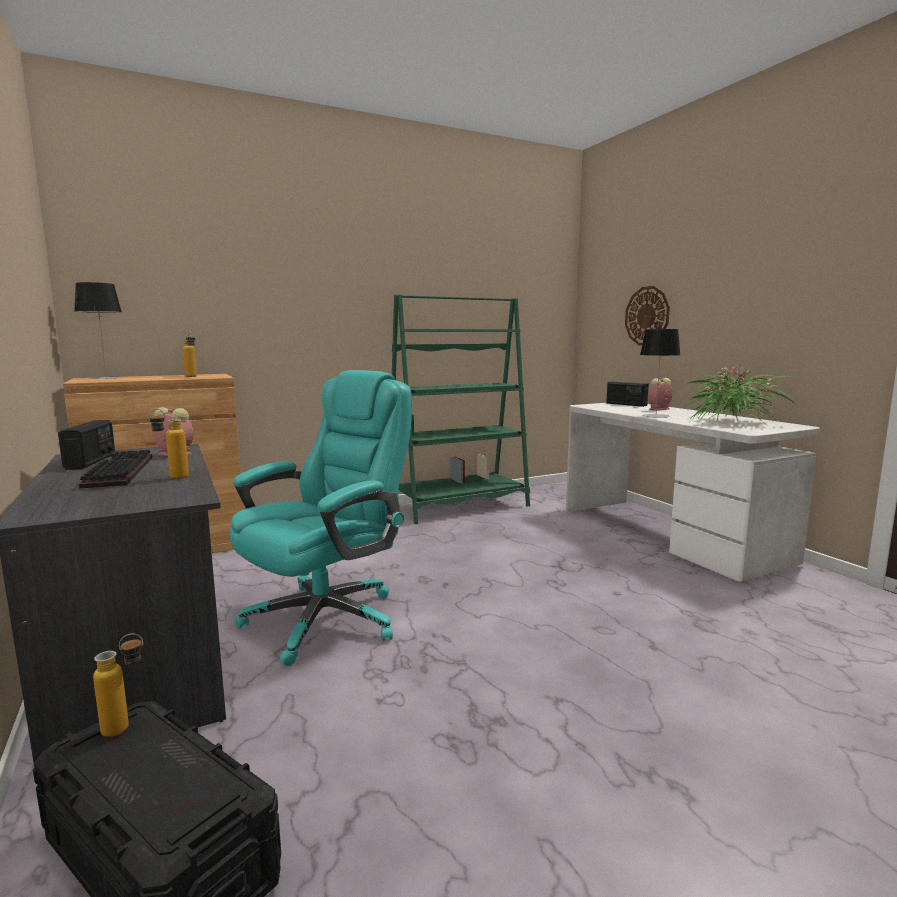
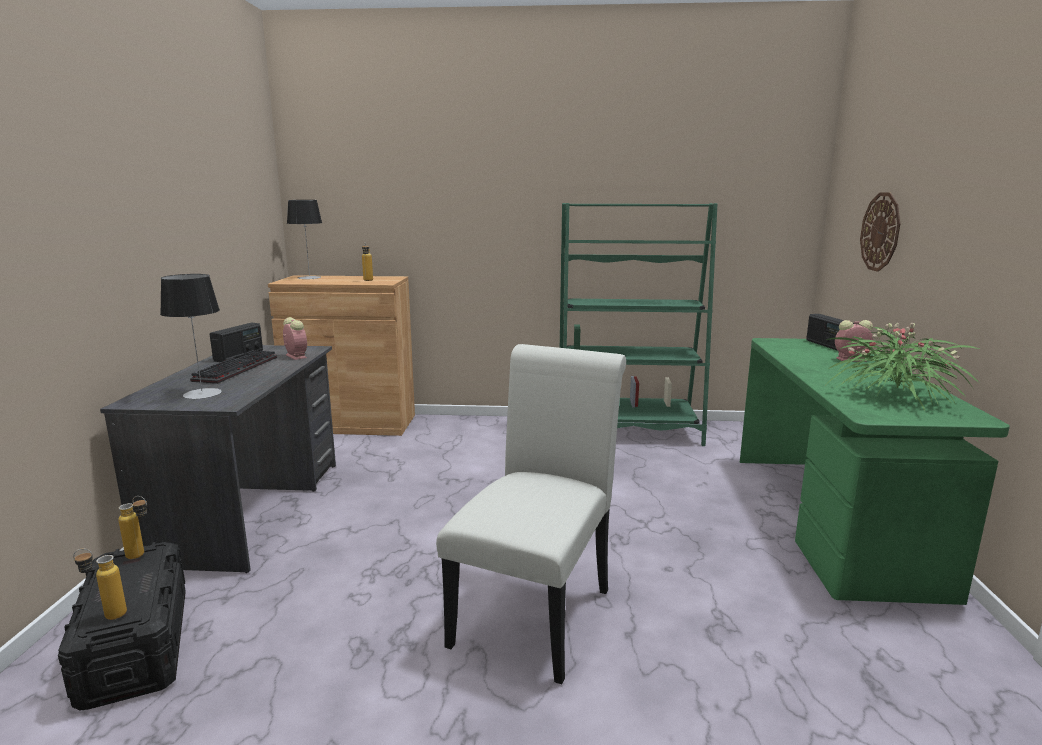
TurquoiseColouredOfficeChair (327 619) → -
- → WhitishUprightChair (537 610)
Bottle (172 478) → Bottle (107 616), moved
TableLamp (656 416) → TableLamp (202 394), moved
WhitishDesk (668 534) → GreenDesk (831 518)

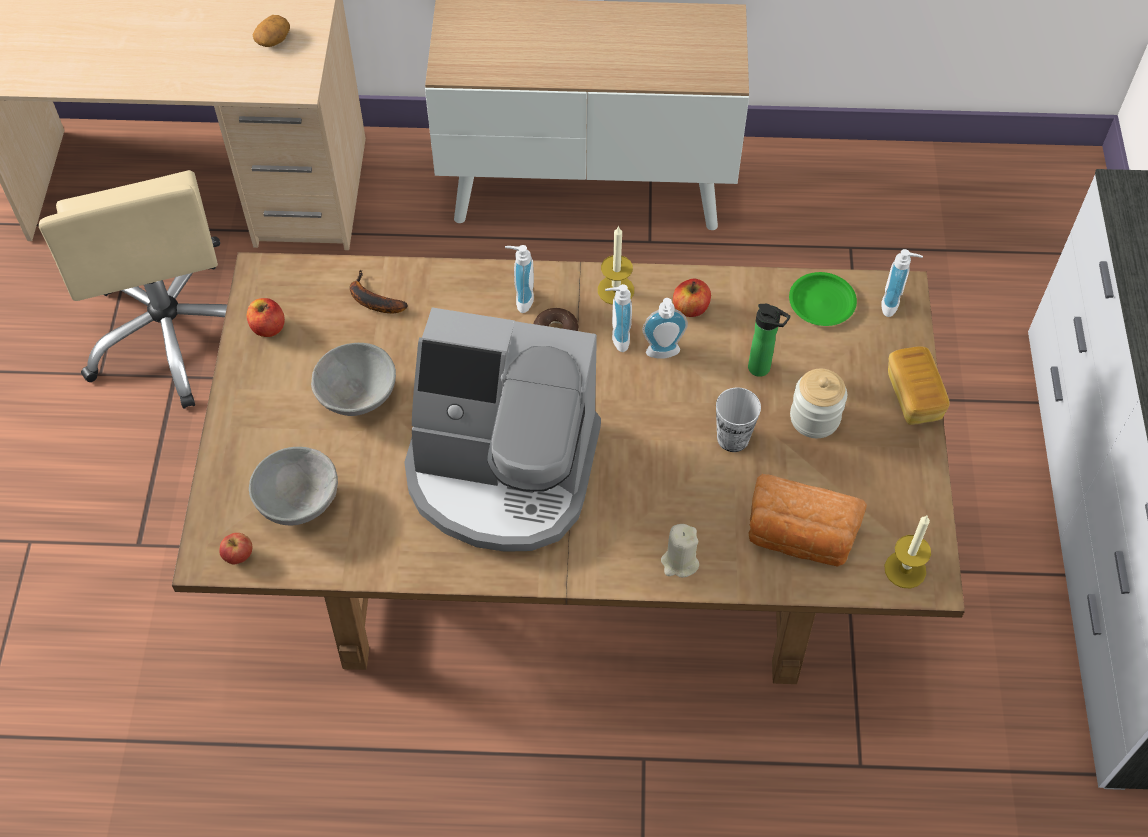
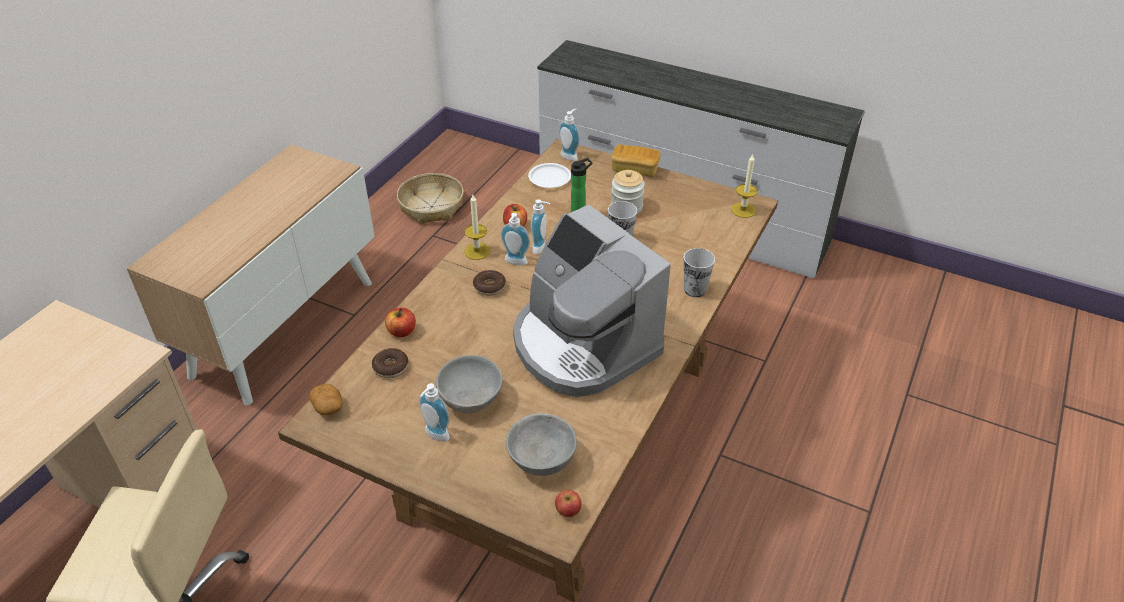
BakedBread (799 537) → -
- → StorageBasket (432 206)
WholeApple (268 327) → WholeApple (402 331), moved
WholePotato (273 40) → WholePotato (328 407), moved
SoapDispenser (521 299) → SoapDispenser (435 436), moved
Banana (372 300) → RingDoughnut (390 367)
BeigeCandle (679 562) → DrinkingCup (695 289)
GreenPlate (822 303) → WhitishPlate (550 178)
CoffeeMaker (502 472) → CoffeeMaker (583 345), 105 degrees clockwise

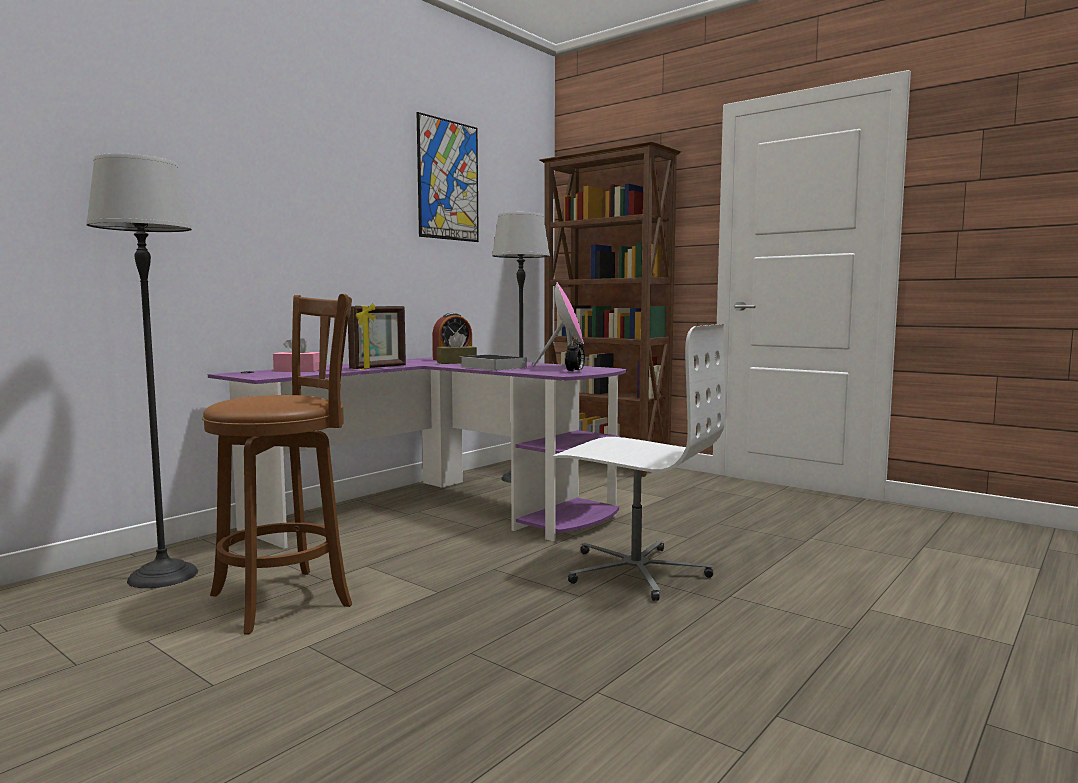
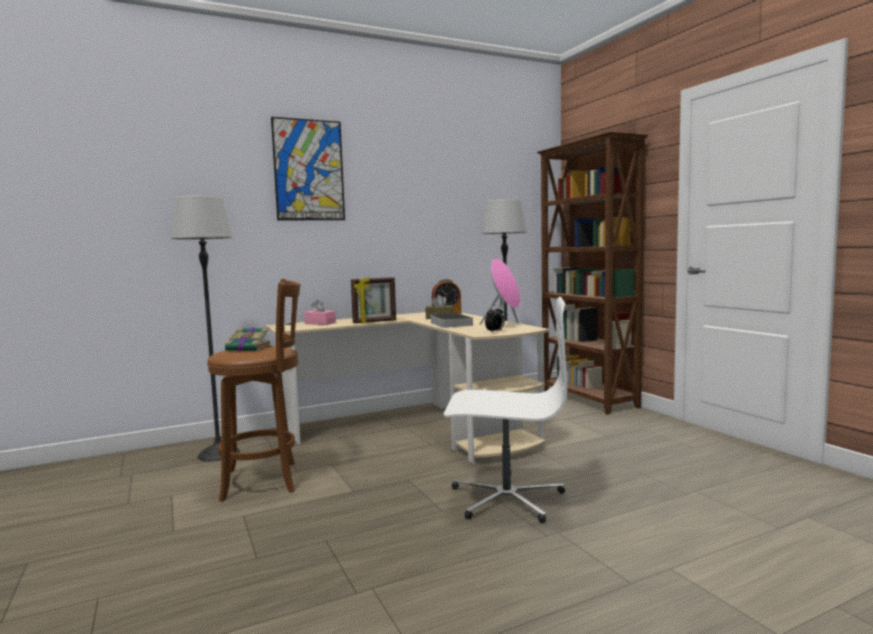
- → BoundBook (249 348)
WallArt (448 180) → WallArt (309 170), moved
PurplishDesk (440 511) → BeigeDesk (420 428)
WhitishOfficeChair (635 571) → WhitishOfficeChair (506 497), 45 degrees counterclockwise

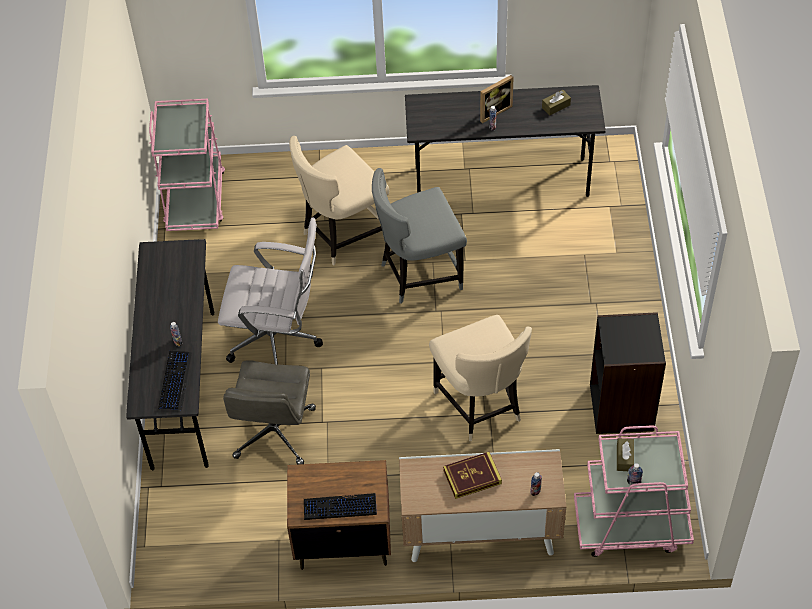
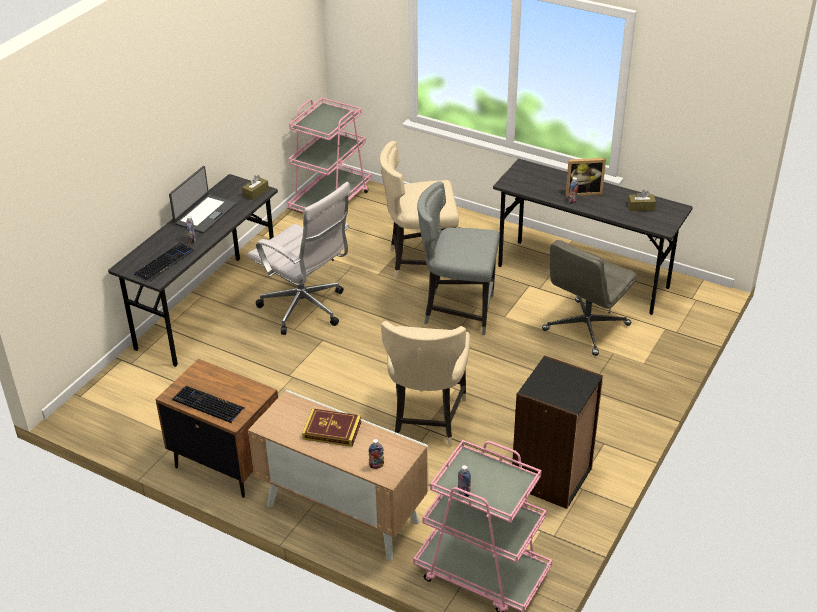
- → PortableComputer (204 214)
GrayOfficeChair (274 434) → GrayOfficeChair (585 328), moved
BrownColouredTissueBox (624 458) → BrownColouredTissueBox (256 193), moved

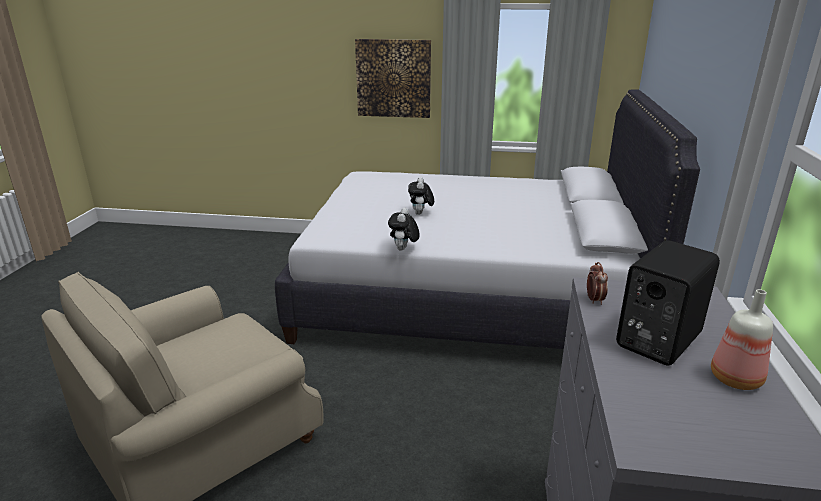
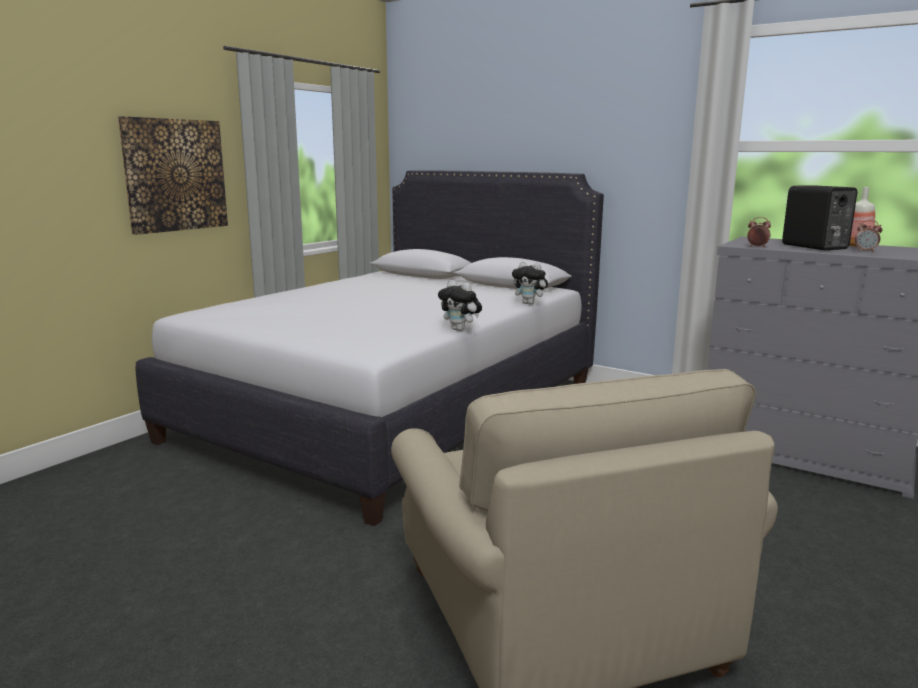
- → BedsideClock (865 251)
CuddlyToy (420 214) → CuddlyToy (530 303), moved

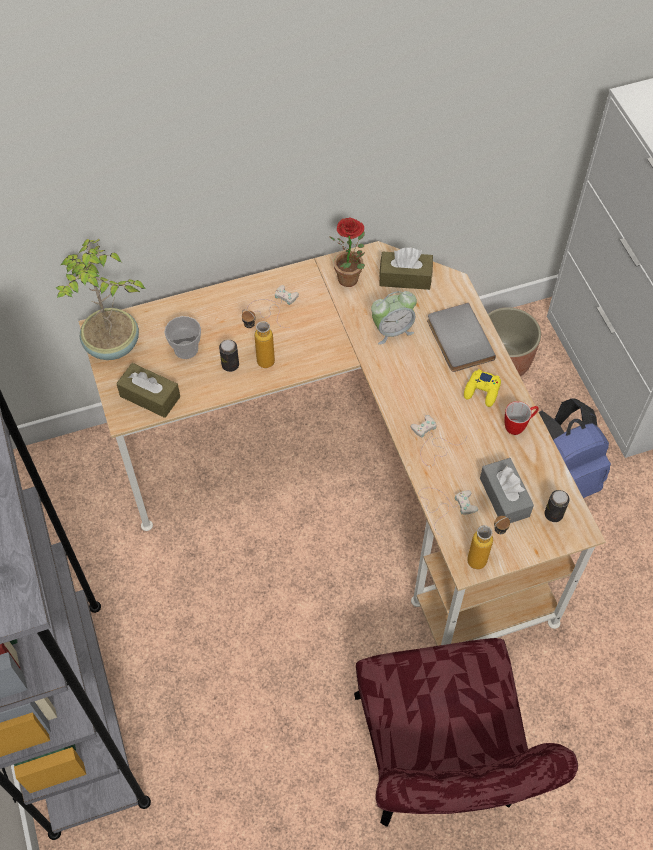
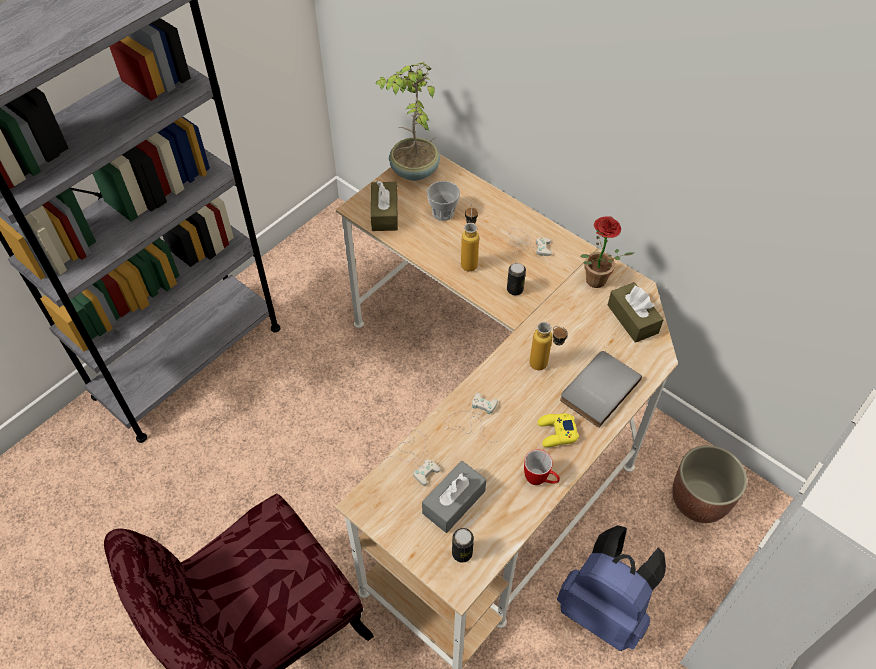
BedsideClock (392 330) → -
MetalCan (230 365) → MetalCan (515 289), moved
Bottle (484 557) → Bottle (545 367), moved

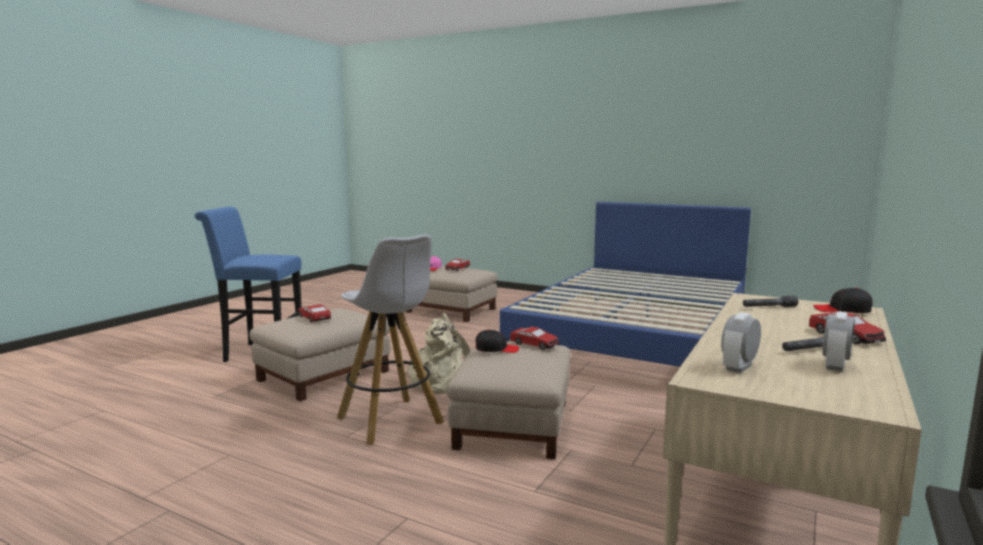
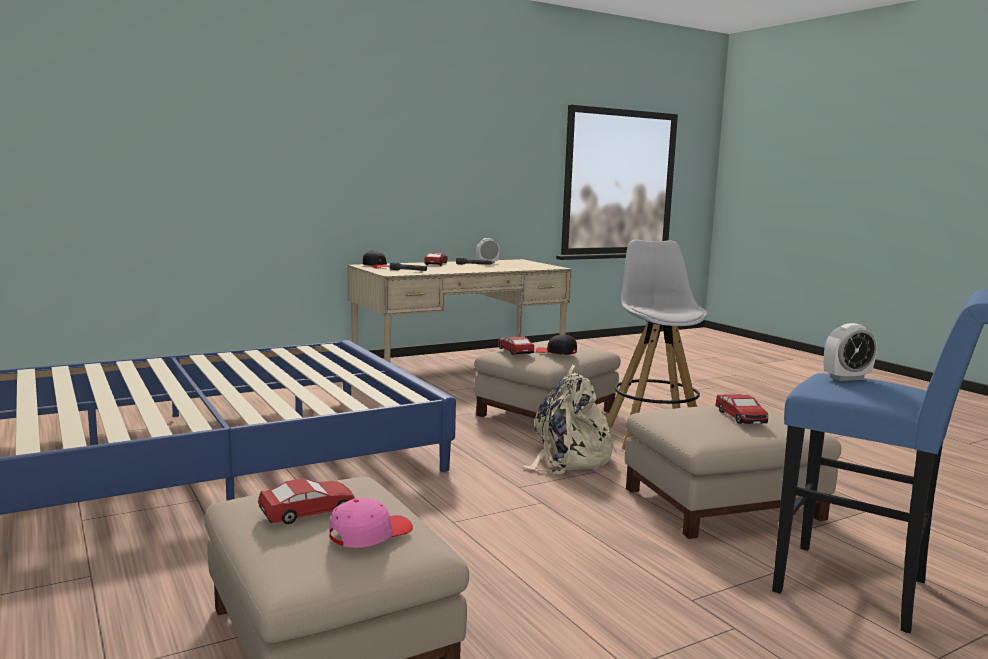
BedsideClock (739 367) → BedsideClock (846 378), moved

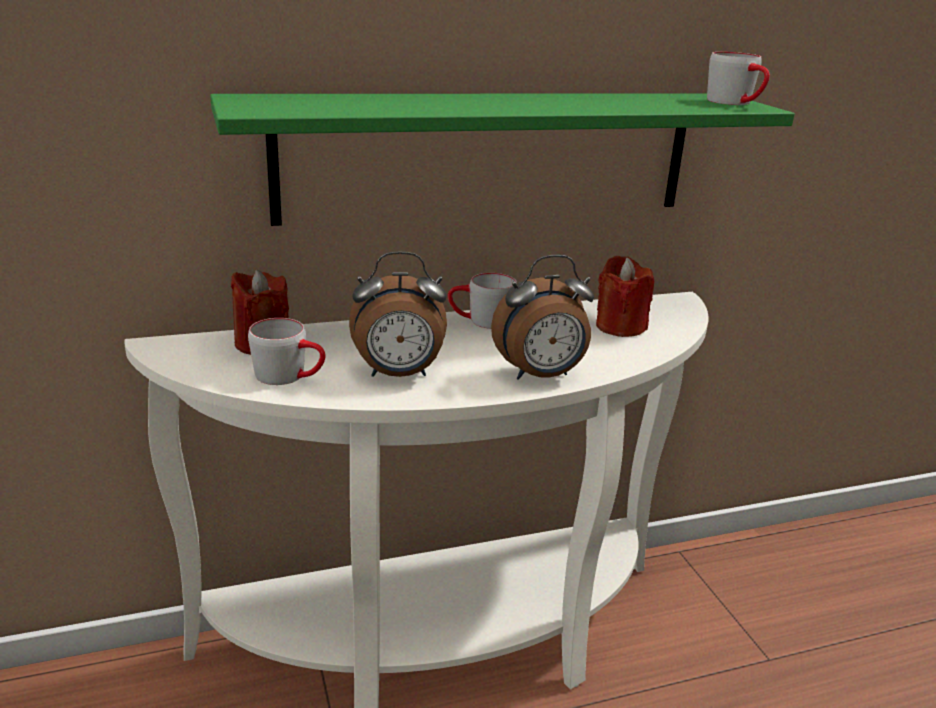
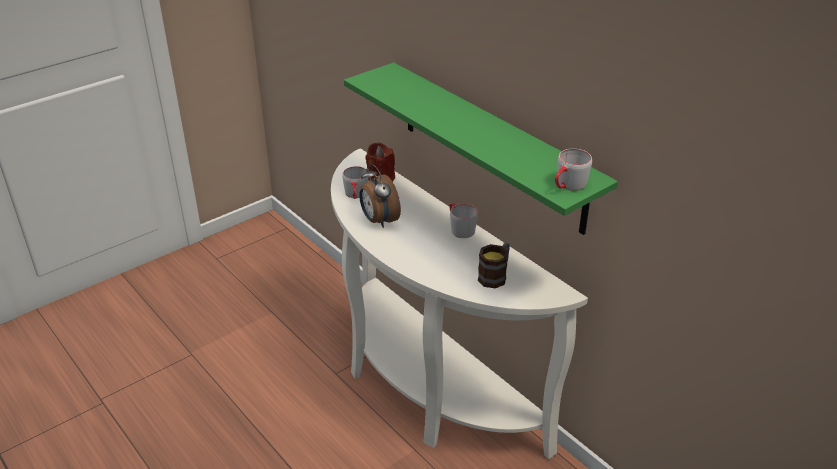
BedsideClock (540 375) → -
RedColouredCandle (620 326) → Mug (495 275)

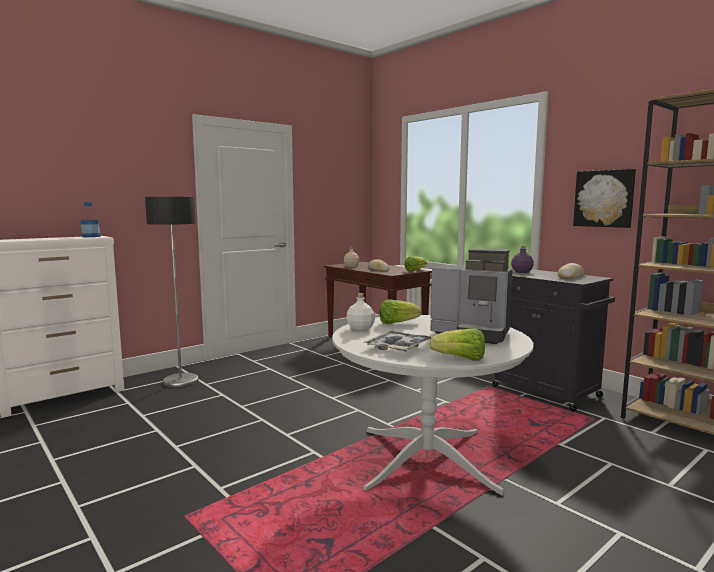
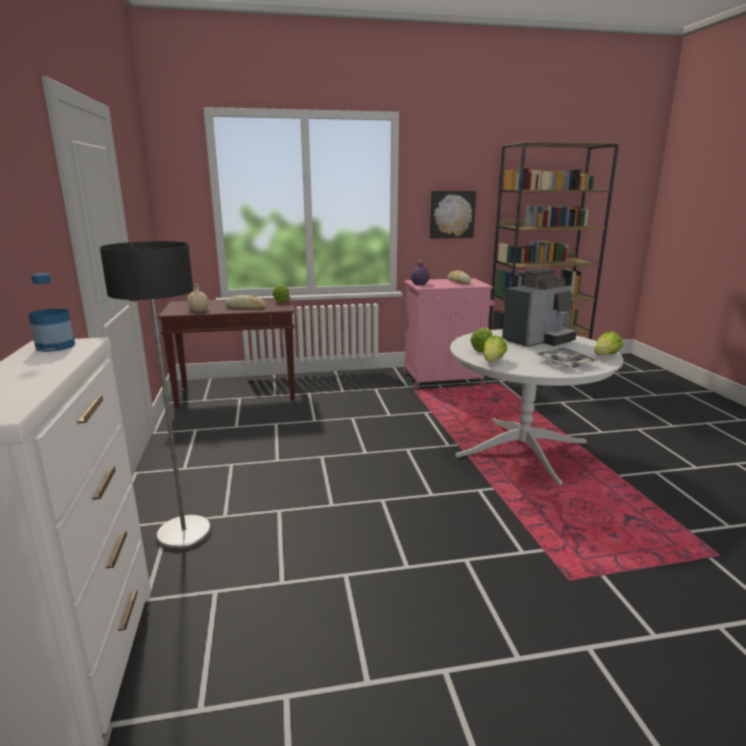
WhitishBottle (360 329) → LettuceHead (492 361)
BlackStorageCabinet (548 392) → PinkishStorageCabinet (444 378)

